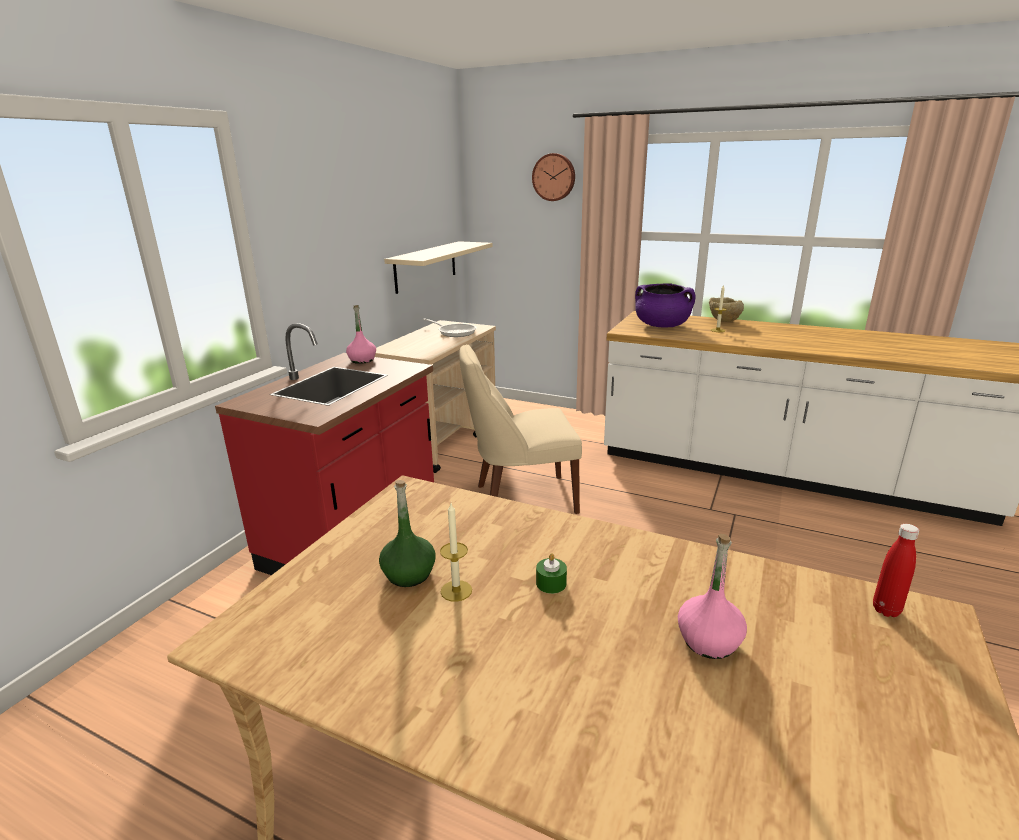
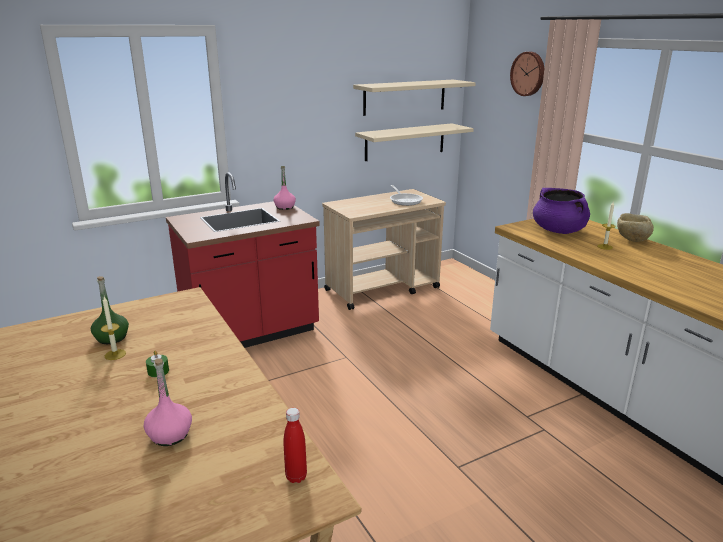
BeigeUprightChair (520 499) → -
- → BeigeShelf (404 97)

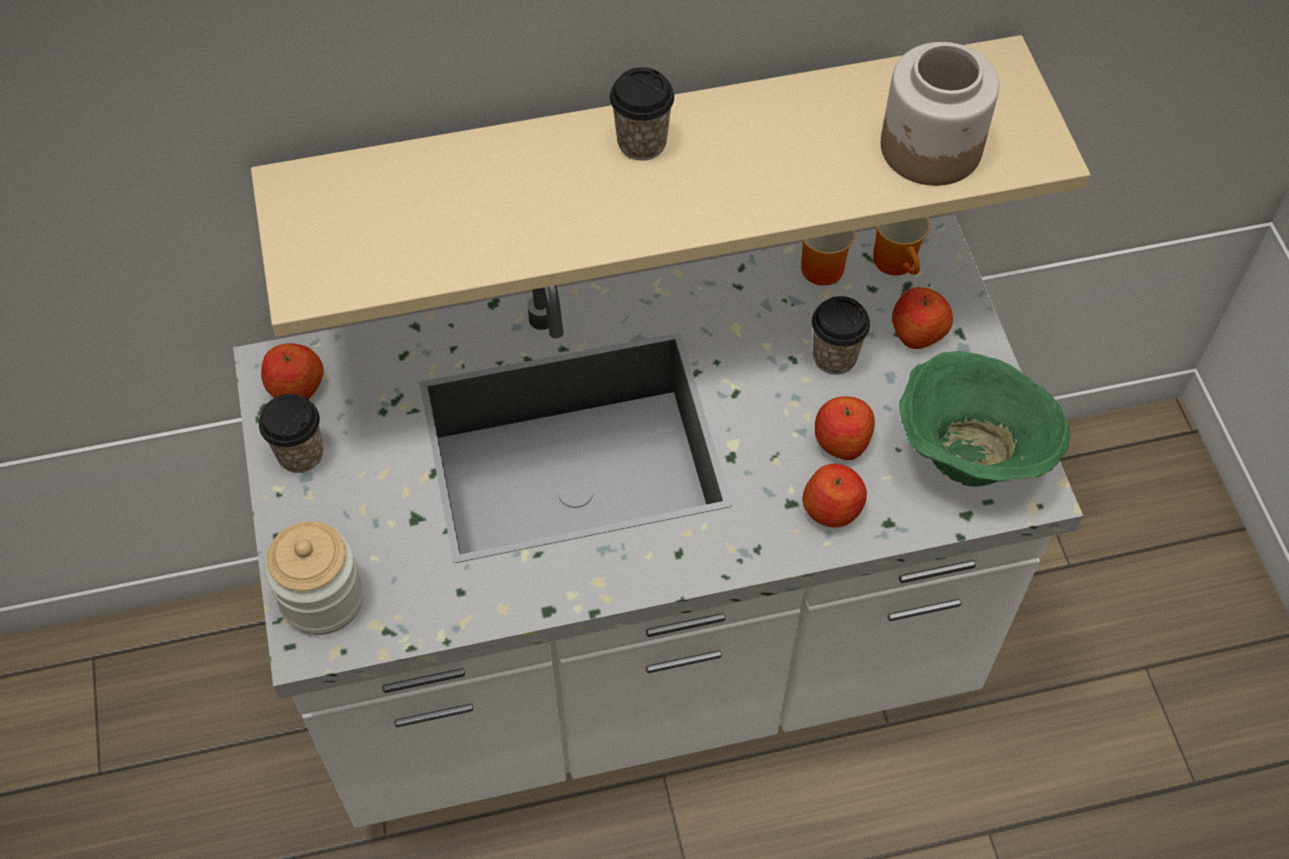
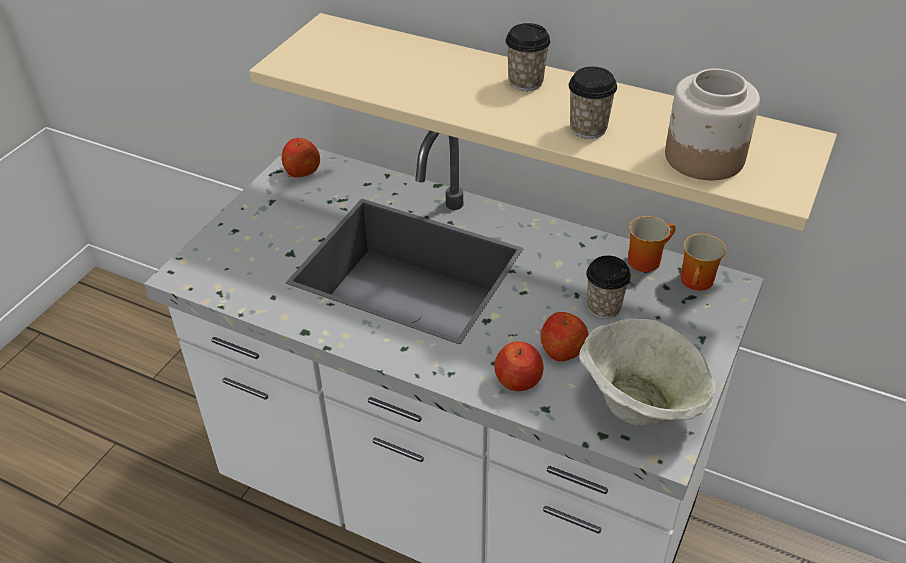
Jar (322 598) → -
WholeApple (917 332) → -
DrinkingCup (300 454) → DrinkingCup (588 128), moved
GreenServingBowl (971 452) → BeigeServingBowl (642 404)

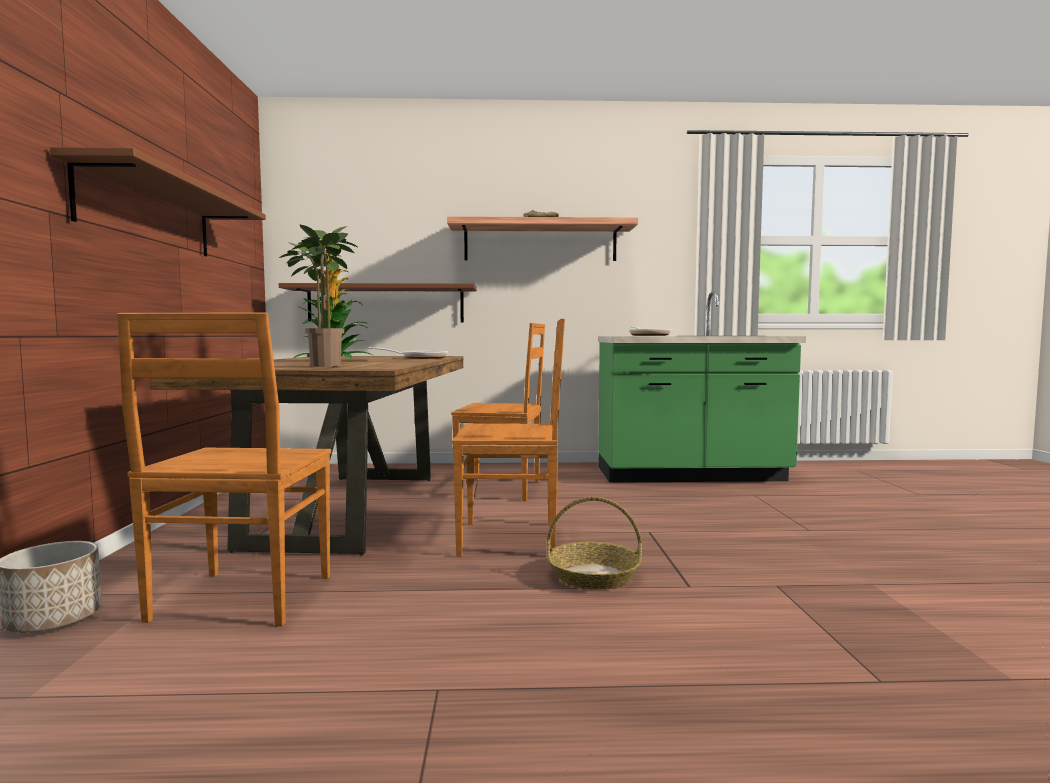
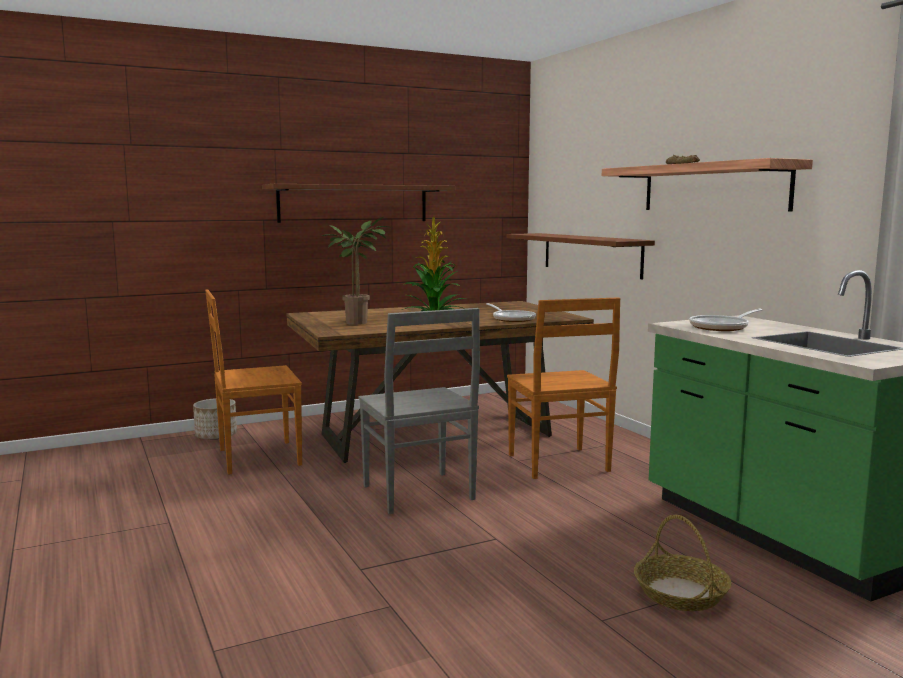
StorageBasket (594 576) → StorageBasket (681 593), moved
BrownColouredUprightChair (512 539) → GrayUprightChair (419 494)

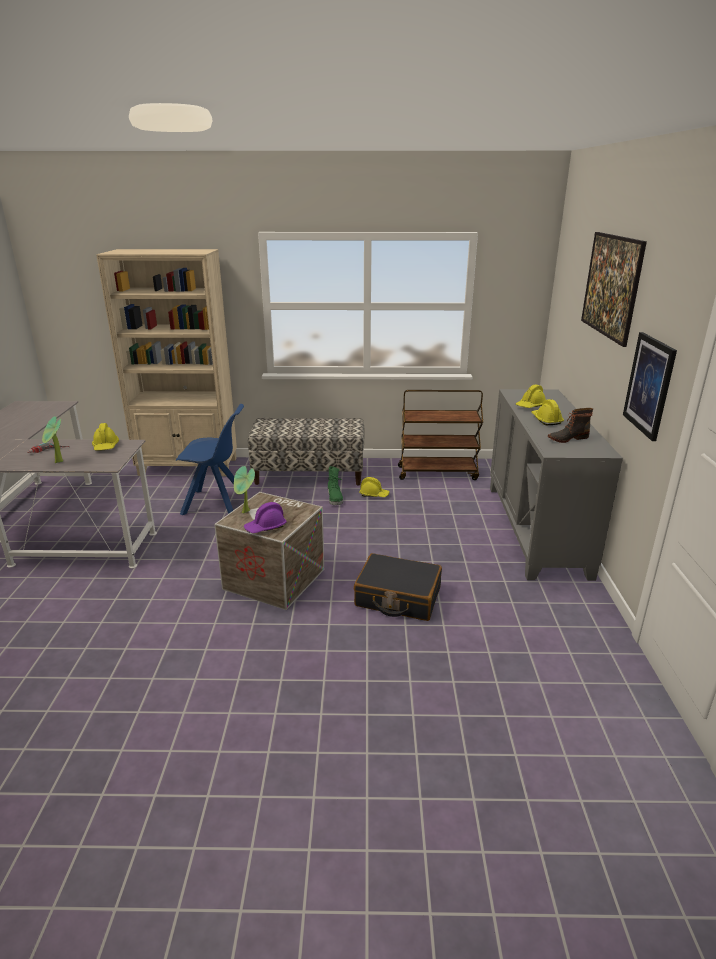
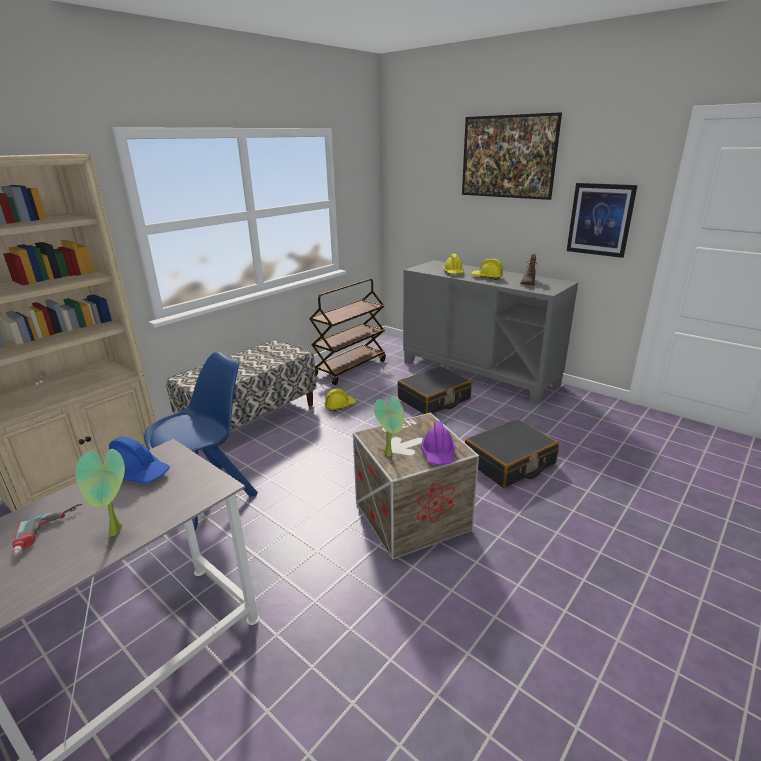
GreenHighTopBoot (335 498) → -
- → BlackPieceOfLuggage (434 399)
YellowishSafetyHelmet (106 446) → BlueSafetyHelmet (138 473)

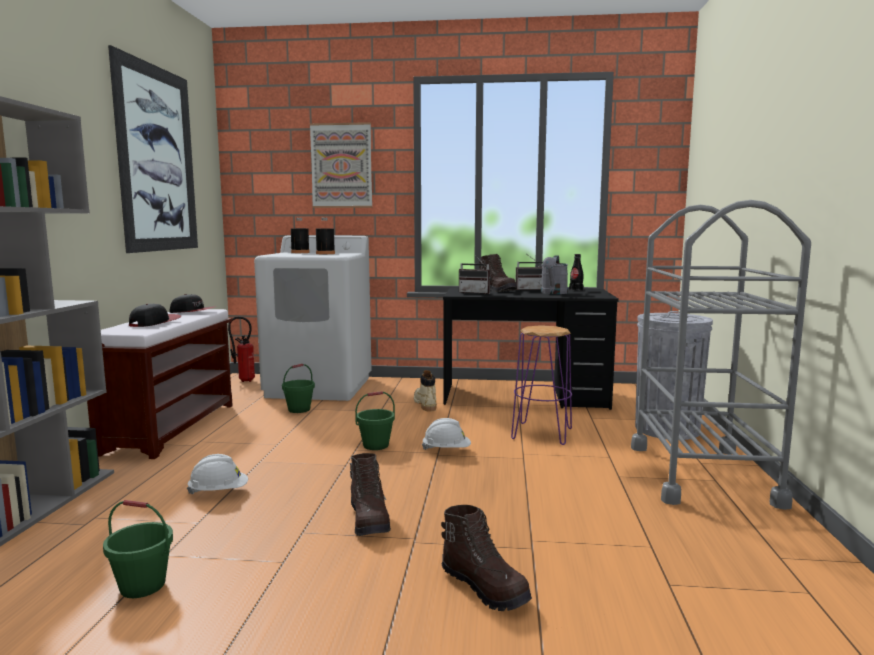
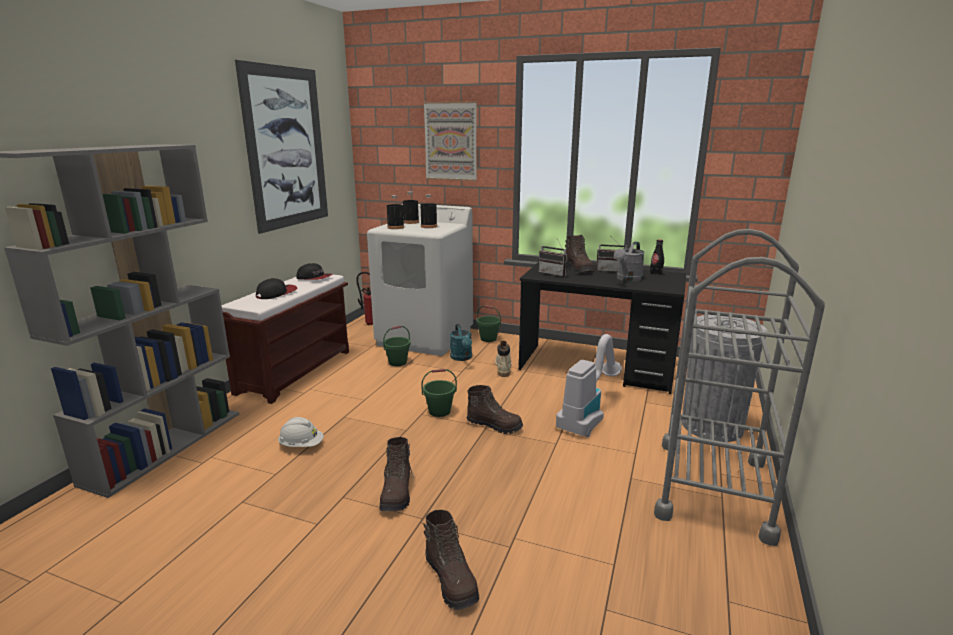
- → BlackBottle (395 227)
- → TurquoiseColouredWateringPot (462 358)
GreenPail (143 585) → GreenPail (488 338), moved
WhitishSafetyHelmet (446 450) → BrownColouredHighTopBoot (494 425)
PurplishStool (541 433) → Vacuum (587 416)

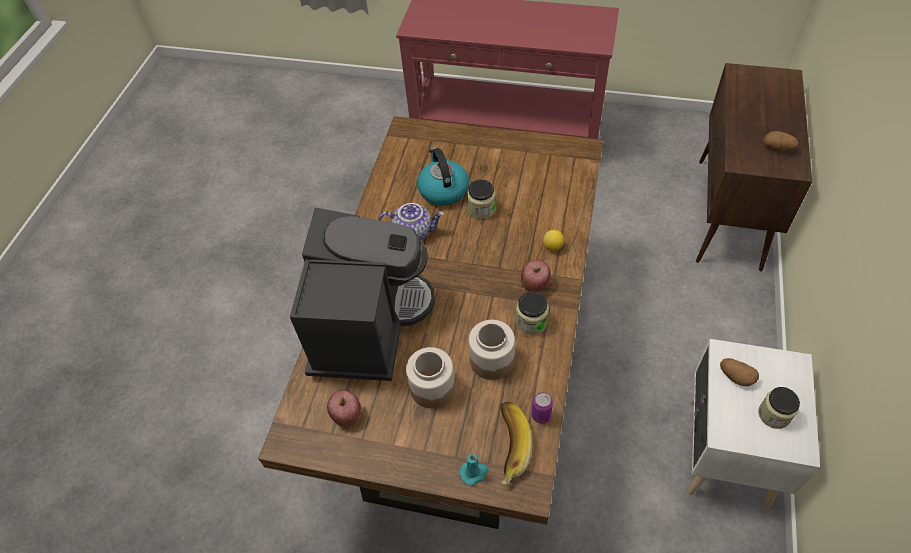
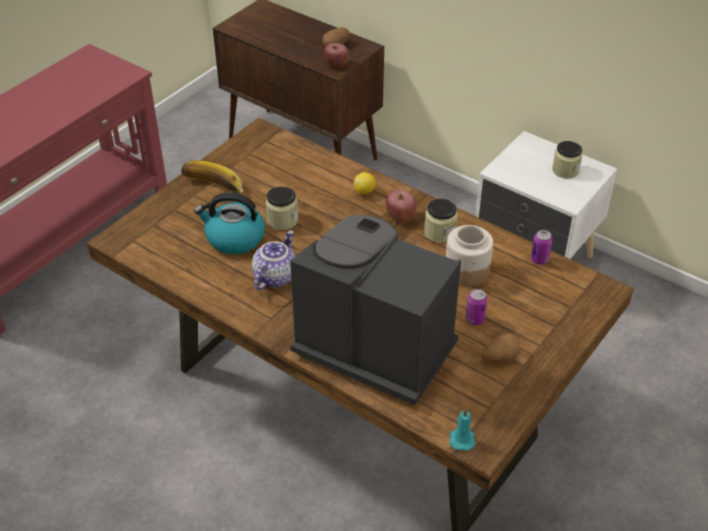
WholeApple (347 415) → WholeApple (336 65), moved
TurquoiseColouredCandle (474 472) → TurquoiseColouredCandle (462 439), moved
Banana (506 446) → Banana (213 188), moved
WholePotato (735 376) → WholePotato (499 358), moved
Jar (432 387) → MetalCan (474 319)

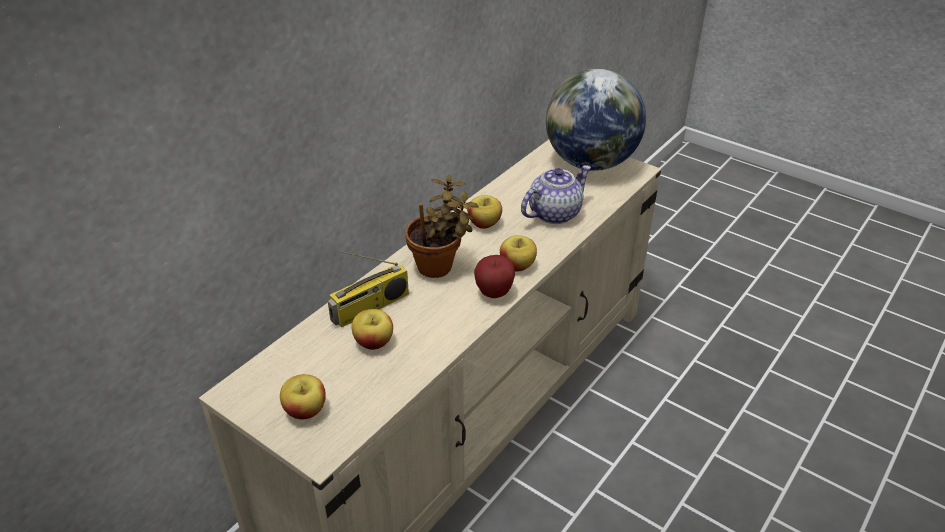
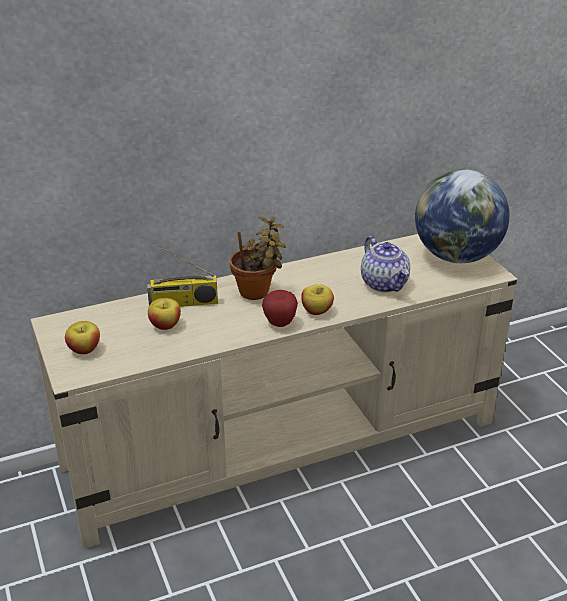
WholeApple (484 223) → -
TeaPot (554 213) → TeaPot (385 284), 75 degrees clockwise

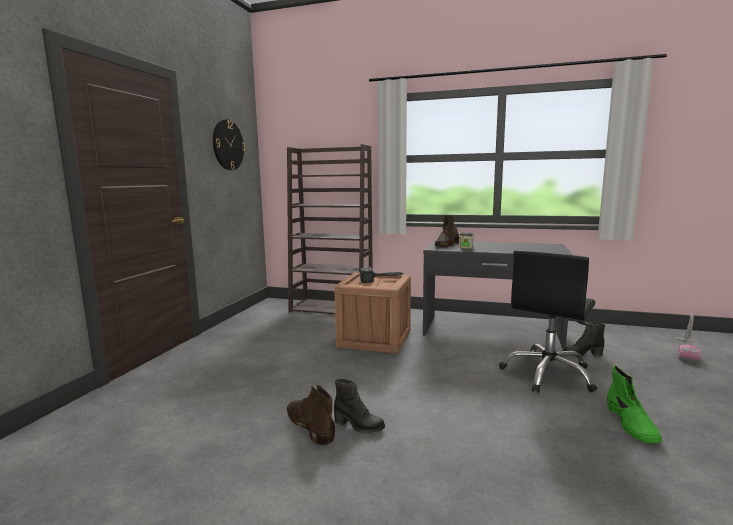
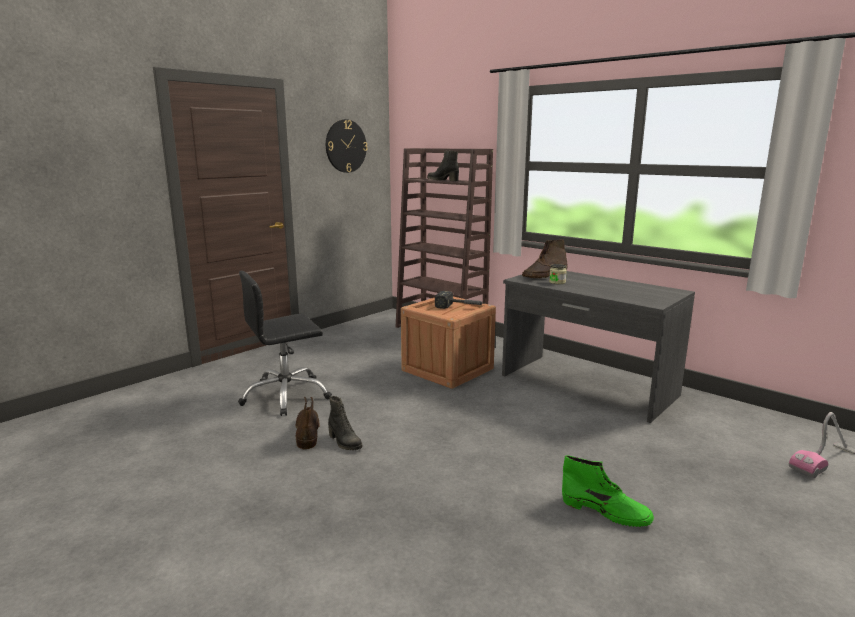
BlackOfficeChair (548 374) → BlackOfficeChair (286 396), moved
BlackHighTopBoot (582 354) → BlackHighTopBoot (443 180), moved
GreenHighTopBoot (631 424) → GreenHighTopBoot (606 511), 90 degrees counterclockwise

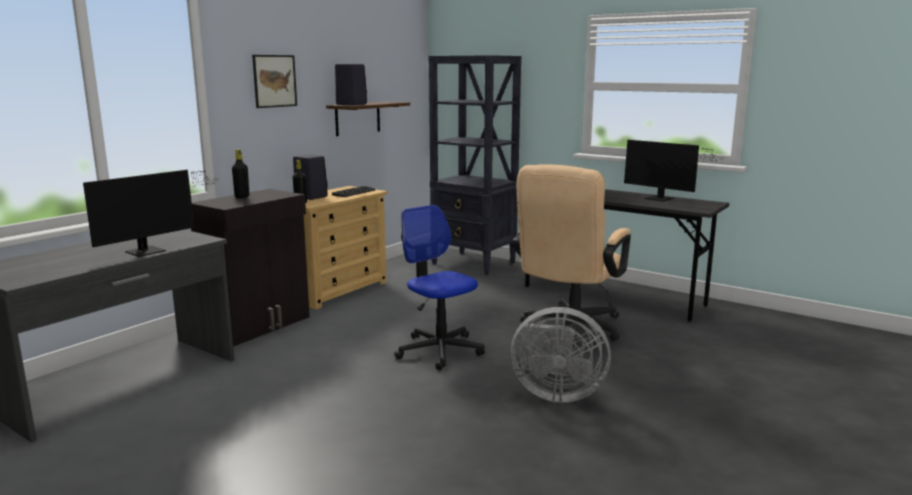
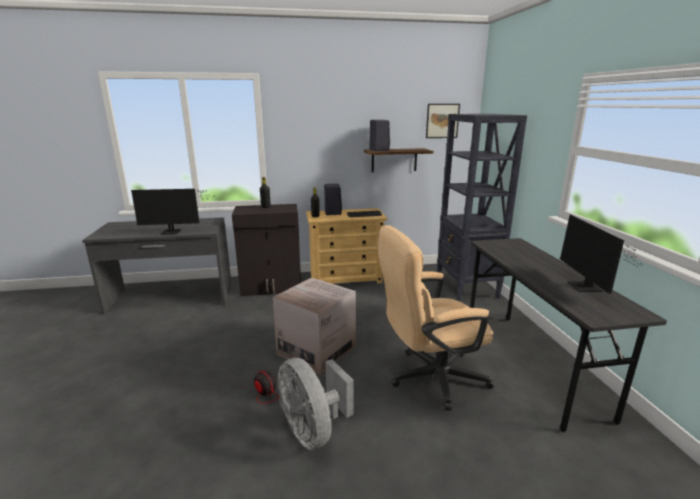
- → ElectricFan (252 398)
WallArt (274 81) → WallArt (442 121), moved
OfficeChair (439 350) → CardboardBox (316 350)

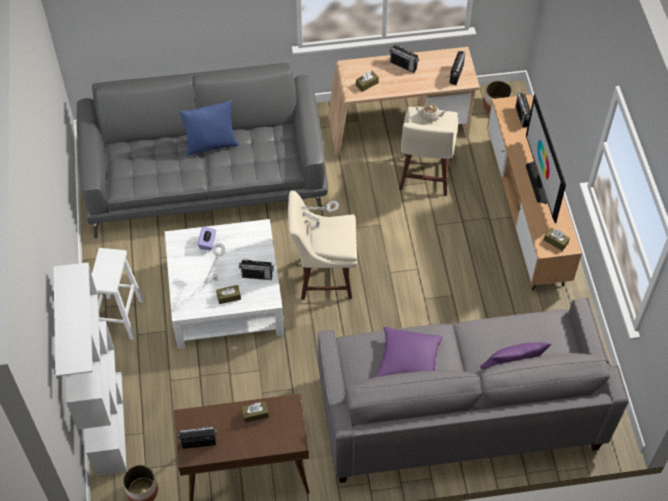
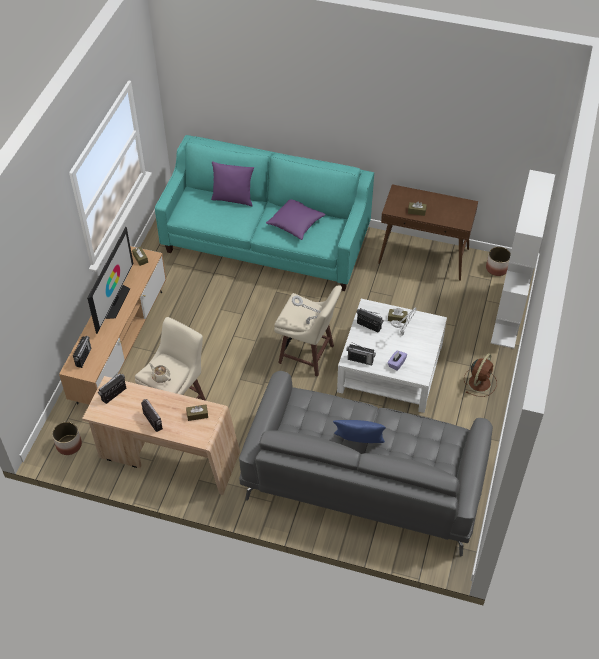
RadioReceiver (199 443) → RadioReceiver (360 360), moved
WhitishStool (120 318) → BrownColouredElectricFan (480 382)
GraySettee (459 410) → TurquoiseColouredSettee (266 241)

